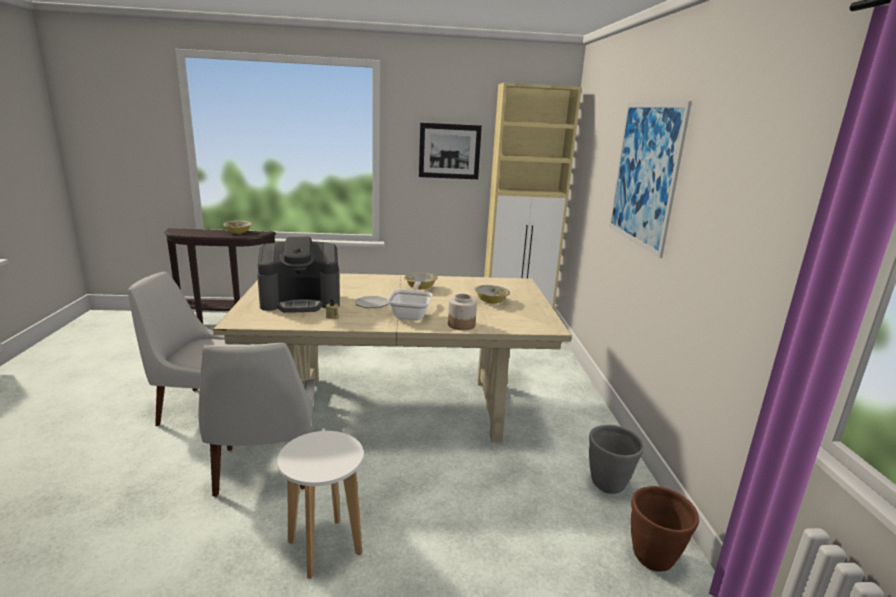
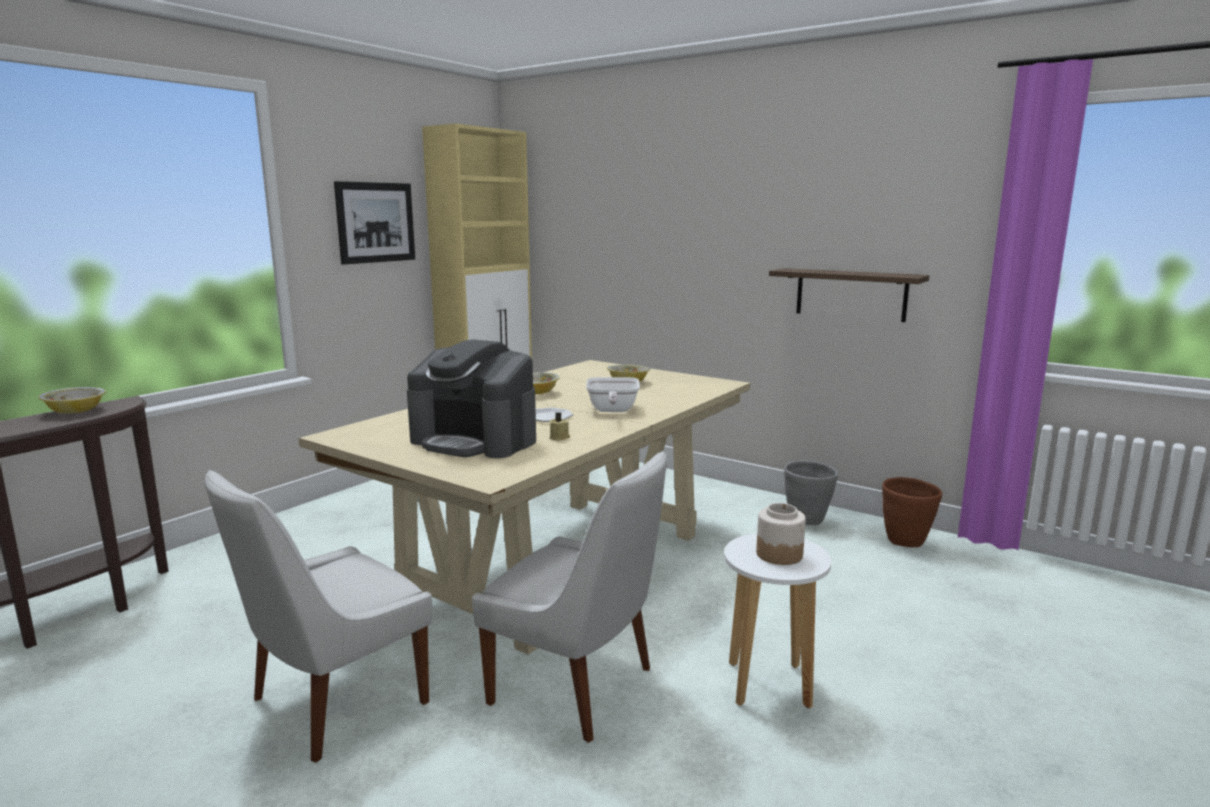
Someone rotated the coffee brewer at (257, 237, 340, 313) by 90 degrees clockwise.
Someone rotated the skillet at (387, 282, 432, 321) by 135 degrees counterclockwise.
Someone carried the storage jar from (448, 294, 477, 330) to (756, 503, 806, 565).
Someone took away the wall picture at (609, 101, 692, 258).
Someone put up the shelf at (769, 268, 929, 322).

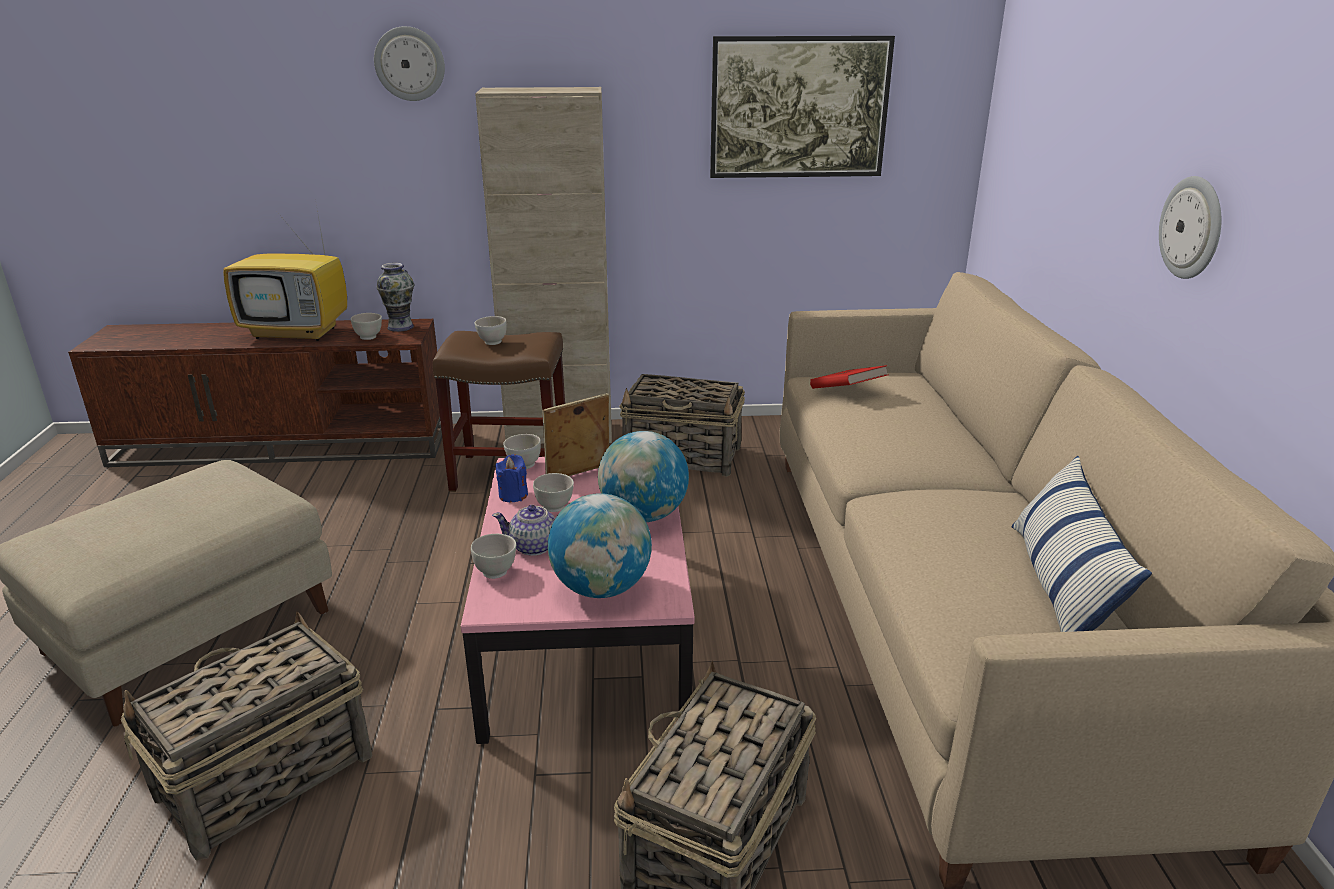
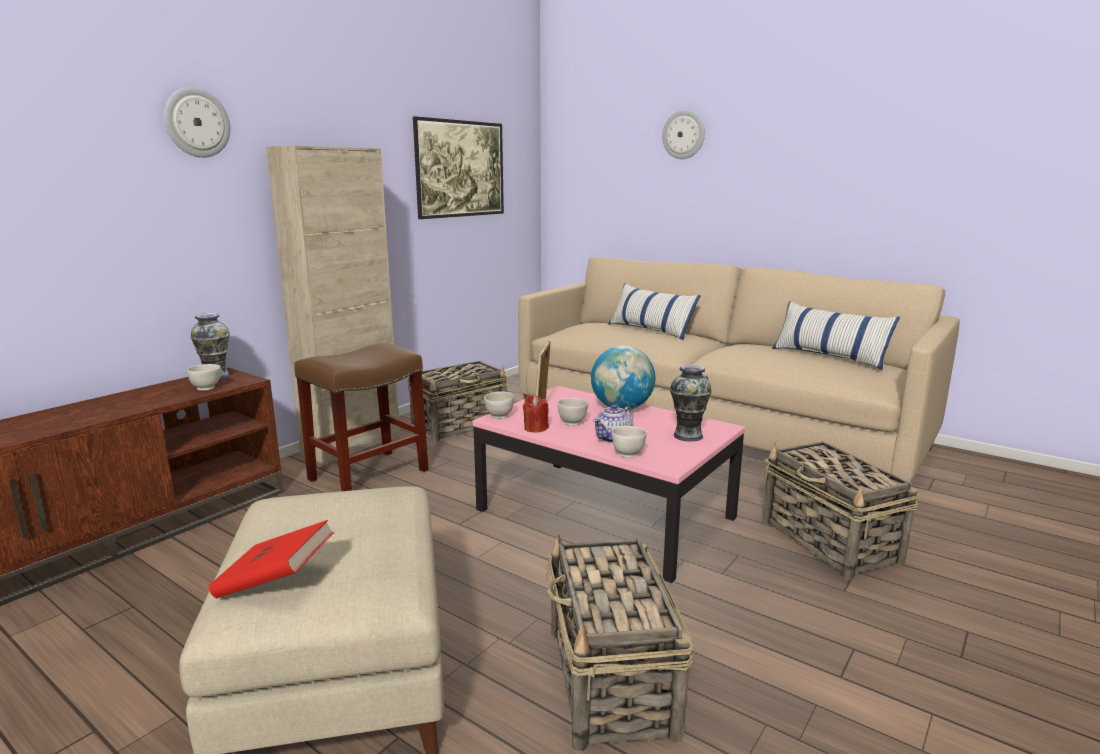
Someone took away the TV set at (223, 205, 347, 341).
Someone took away the serving bowl (white-coloured) at (475, 316, 507, 345).
Someone repainted the wax light (bluish) at (495, 454, 528, 502), which became the wax light (red-coloured) at (523, 395, 549, 433).
Someone swapped the world globe at (548, 493, 652, 598) for the flower vase at (670, 364, 712, 442).
Someone carried the volume (red-coloured) from (810, 365, 889, 389) to (209, 520, 334, 598).
Someone carried the wall clock from (1159, 176, 1221, 279) to (662, 110, 705, 159).
Someone put down the cushion at (608, 283, 701, 340).

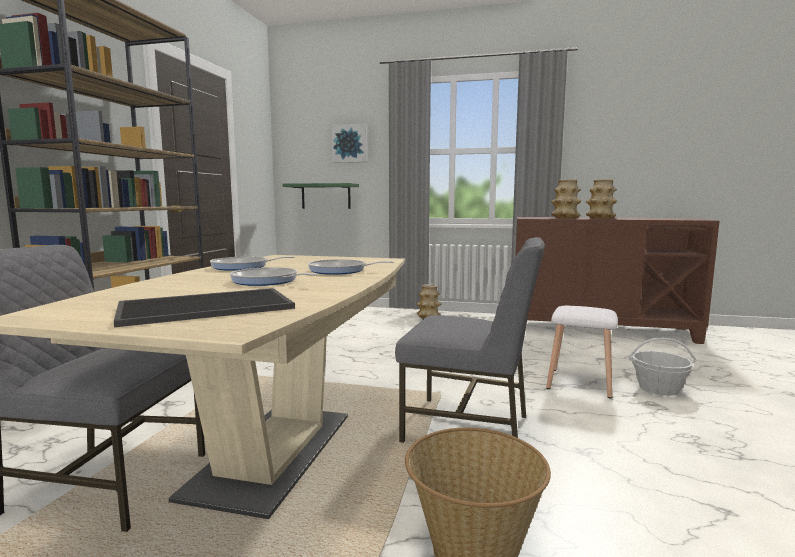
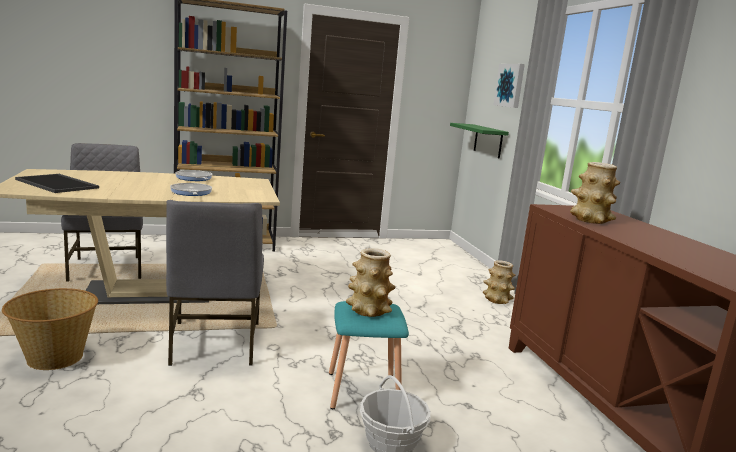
Someone took away the skillet at (230, 267, 318, 286).
Someone repainted the stool (white-coloured) at (546, 306, 618, 398), which became the stool (turquoise-coloured) at (329, 301, 409, 409).
Someone carried the flower vase from (586, 179, 617, 219) to (346, 248, 395, 317).

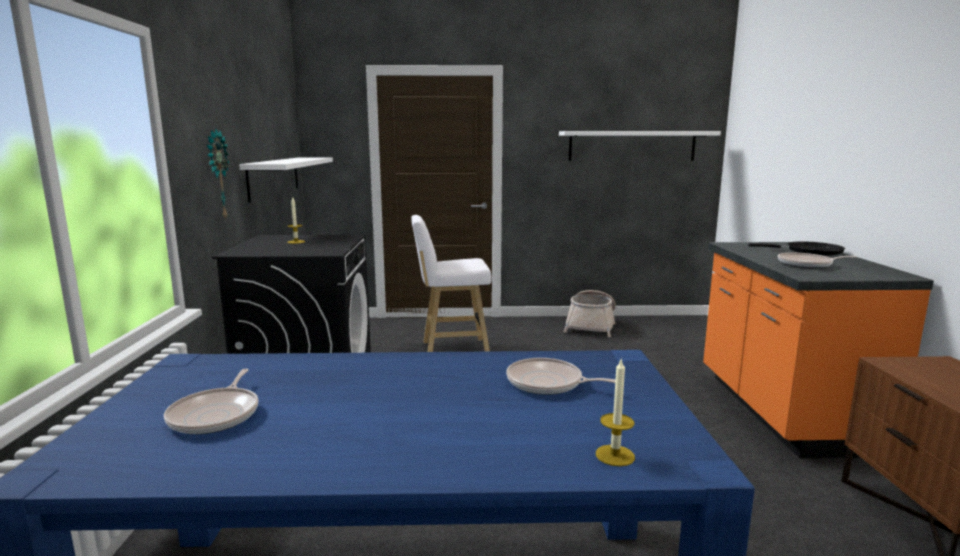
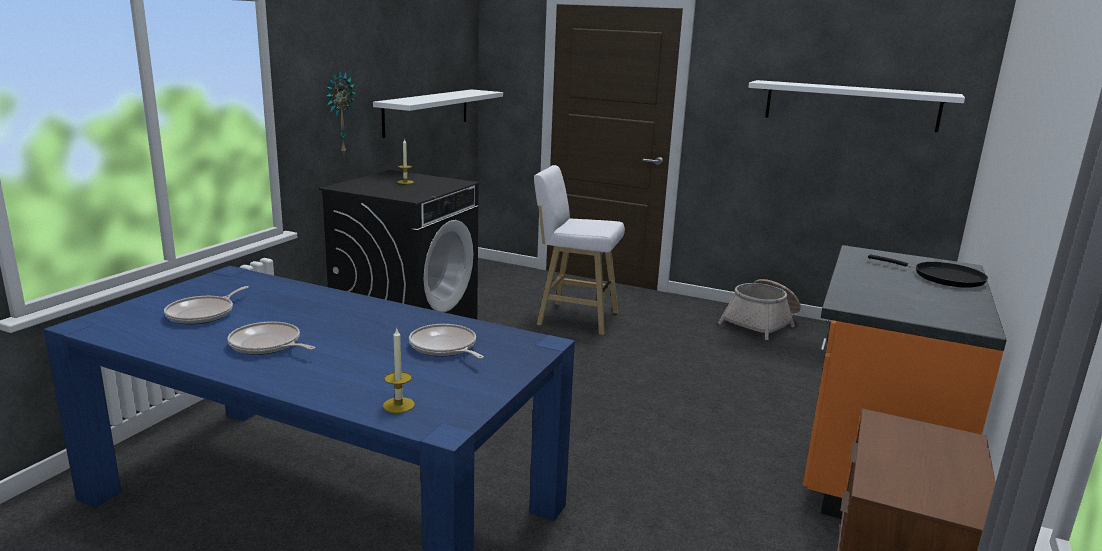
Someone carried the skillet from (778, 253, 857, 269) to (227, 321, 315, 355).

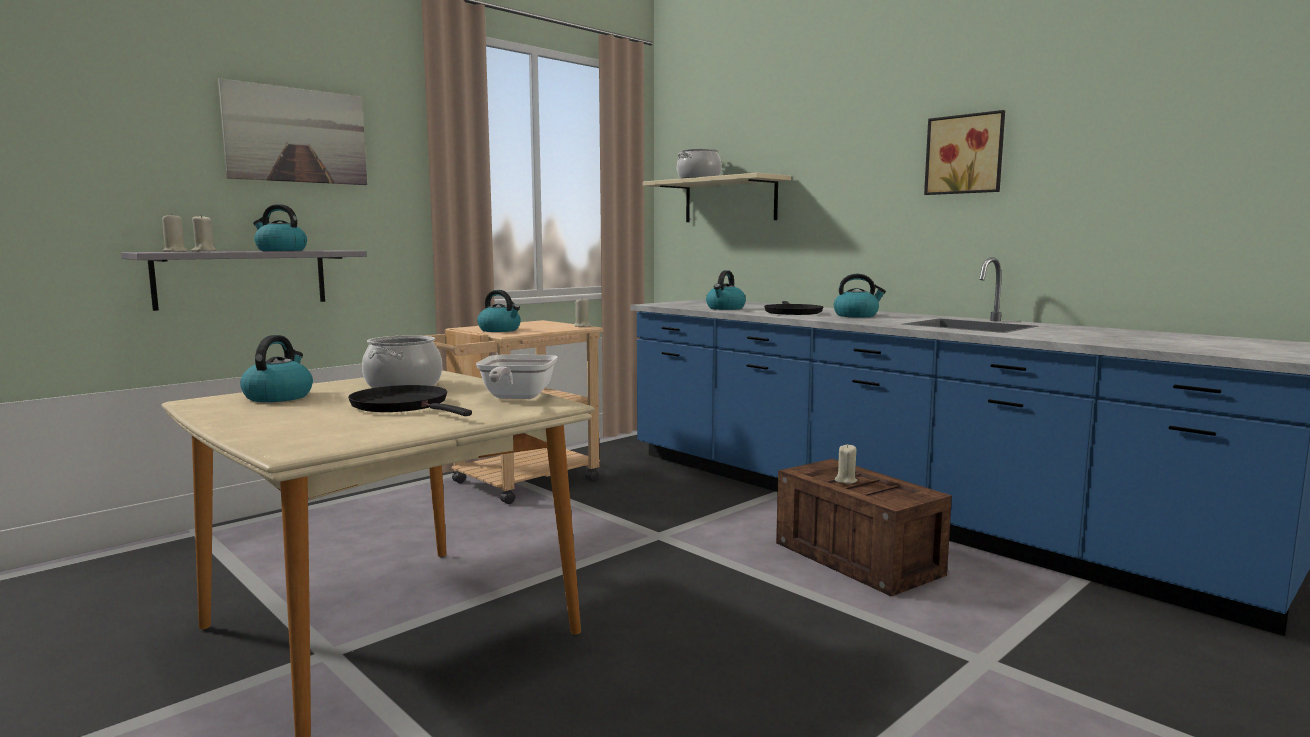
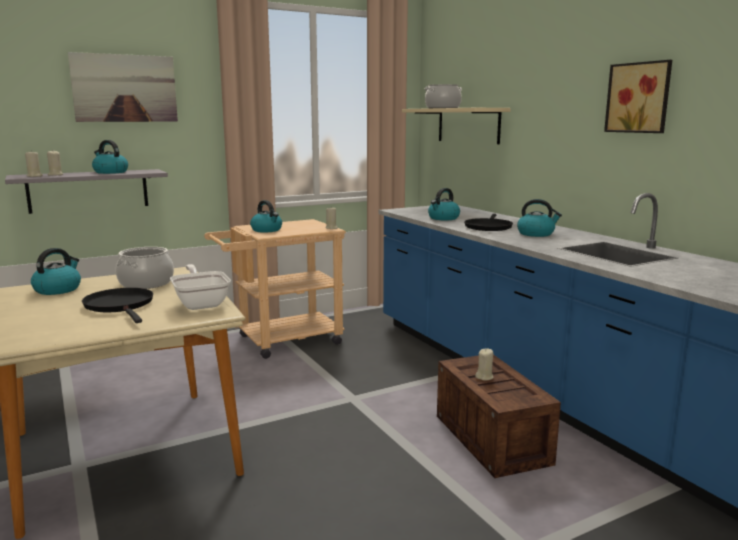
Someone rotated the skillet at (476, 354, 558, 399) by 135 degrees clockwise.

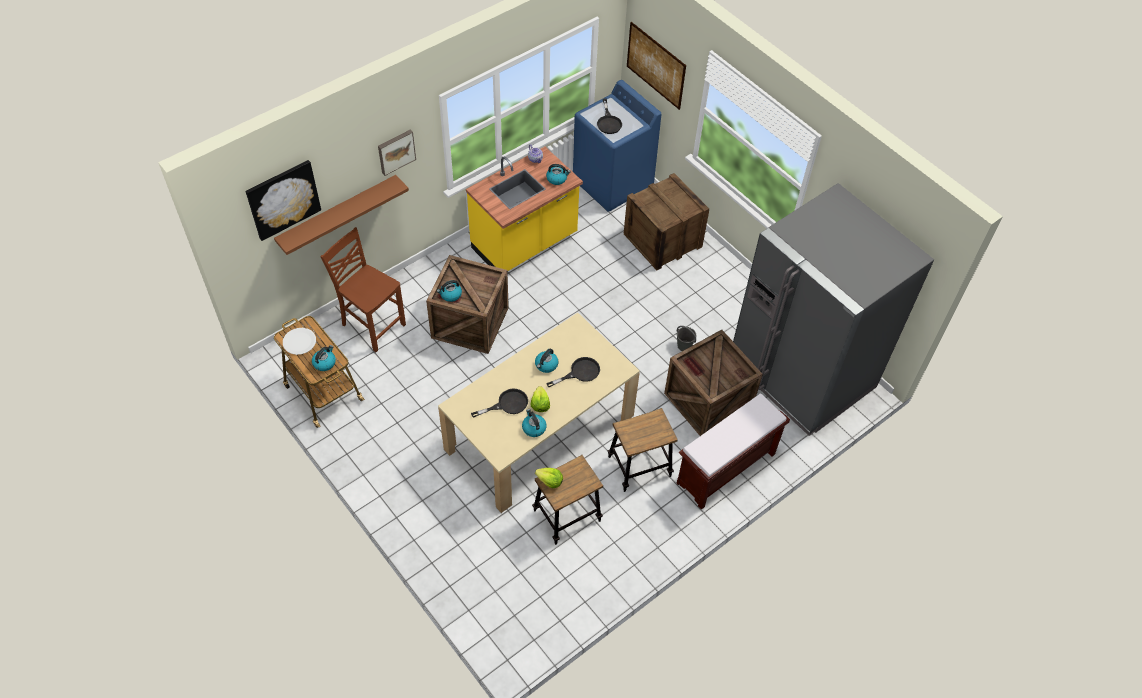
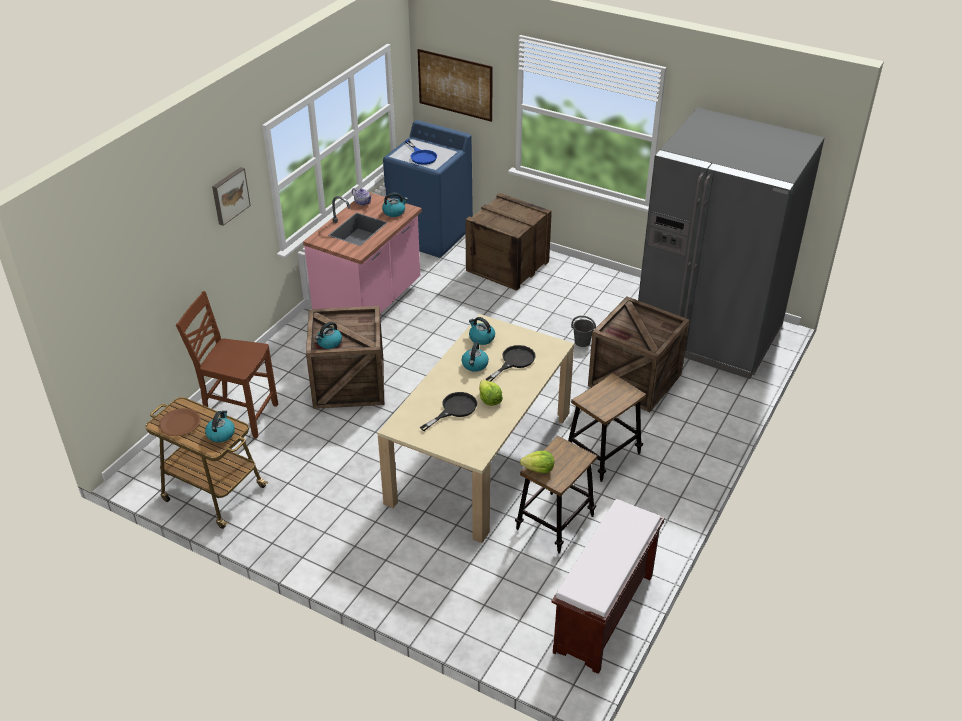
Someone took away the wall picture at (245, 160, 321, 241).
Someone took away the shelf (brown-coloured) at (274, 175, 409, 255).
Someone repainted the flat dish (white-coloured) at (283, 328, 316, 355), which became the flat dish (brown-coloured) at (159, 408, 201, 436).
Someone repainted the counter (yellowish) at (466, 147, 583, 271), which became the counter (pinkish) at (303, 192, 422, 314).
Someone carried the kettle from (522, 409, 547, 437) to (469, 317, 495, 345).
Someone repainted the skillet (blackish) at (597, 99, 622, 134), which became the skillet (bluish) at (405, 140, 437, 165).
Someone carried the bench (brown-coloured) from (676, 394, 790, 510) to (551, 499, 665, 674).

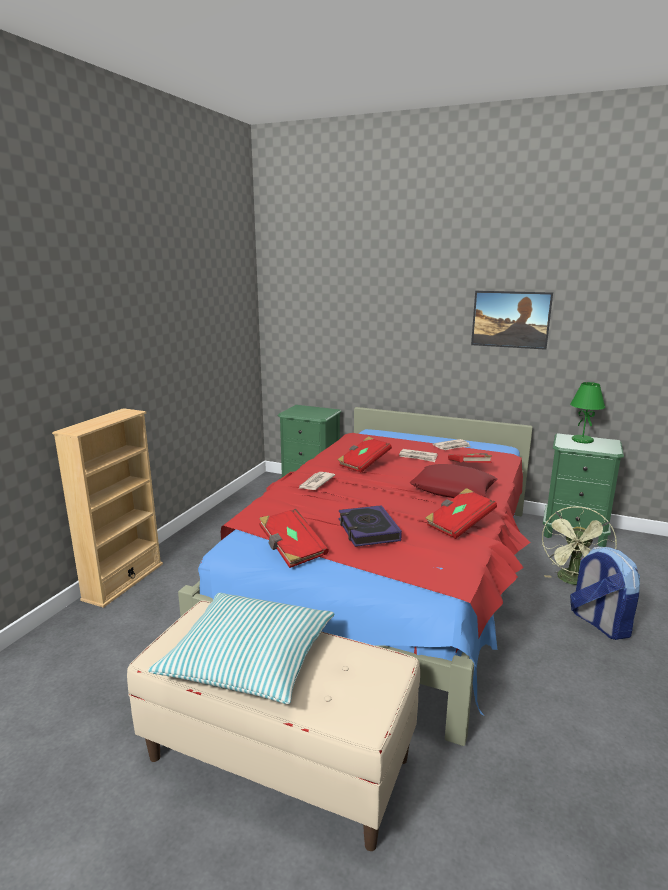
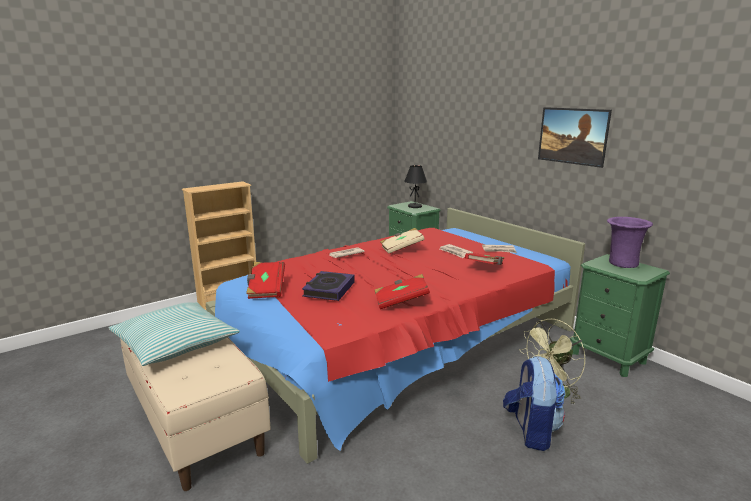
Someone repainted the volume (red-coloured) at (338, 436, 392, 472), which became the volume (sand-coloured) at (380, 228, 425, 254).
Someone took away the cushion (red-coloured) at (410, 464, 498, 498).
Someone swapped the table lamp (green) at (570, 382, 605, 443) for the flower vase (purple-coloured) at (607, 217, 653, 268).
Someone put down the table lamp (blackish) at (404, 165, 427, 208).

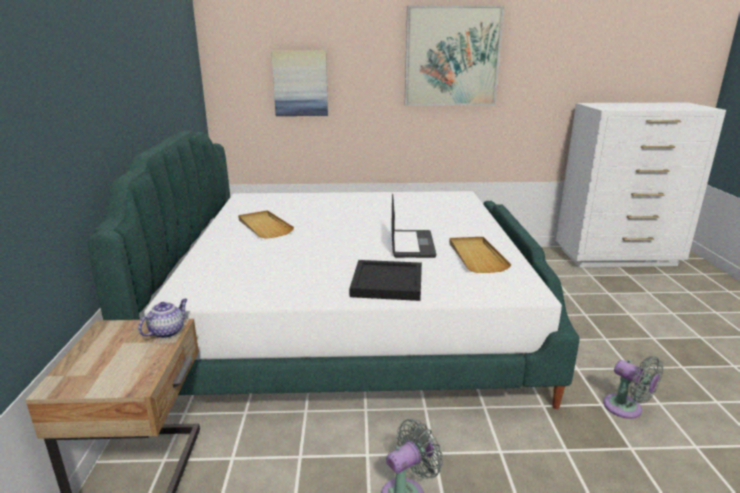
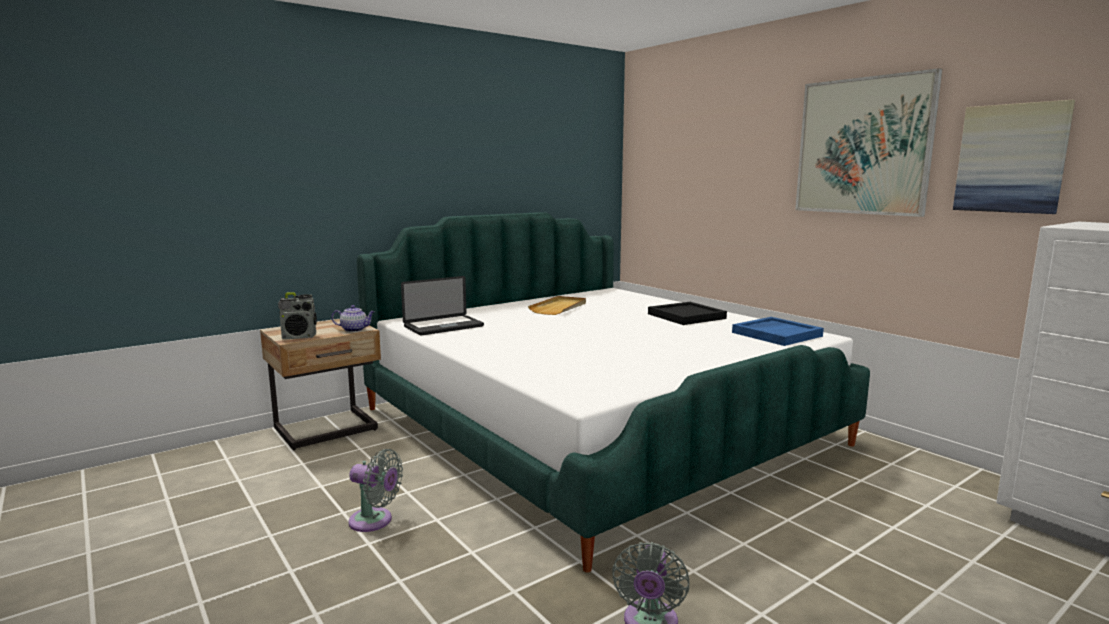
Someone carried the wall picture from (271, 51, 328, 116) to (953, 100, 1075, 214).
Someone carried the serving tray (blackish) from (350, 260, 422, 301) to (648, 302, 727, 325).
Someone carried the laptop from (391, 194, 436, 258) to (401, 276, 484, 335).
Someone took away the serving tray (sand-coloured) at (449, 237, 511, 273).
Someone put down the radio at (278, 292, 317, 339).
Someone put down the serving tray (bluish) at (732, 317, 824, 346).

